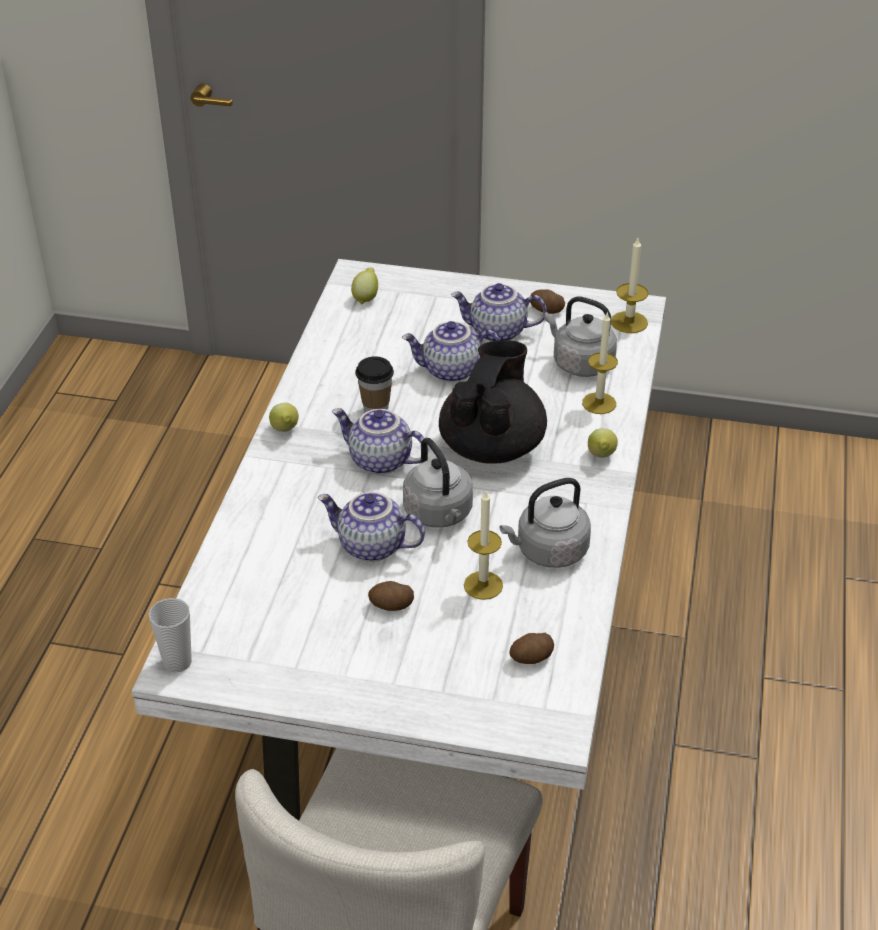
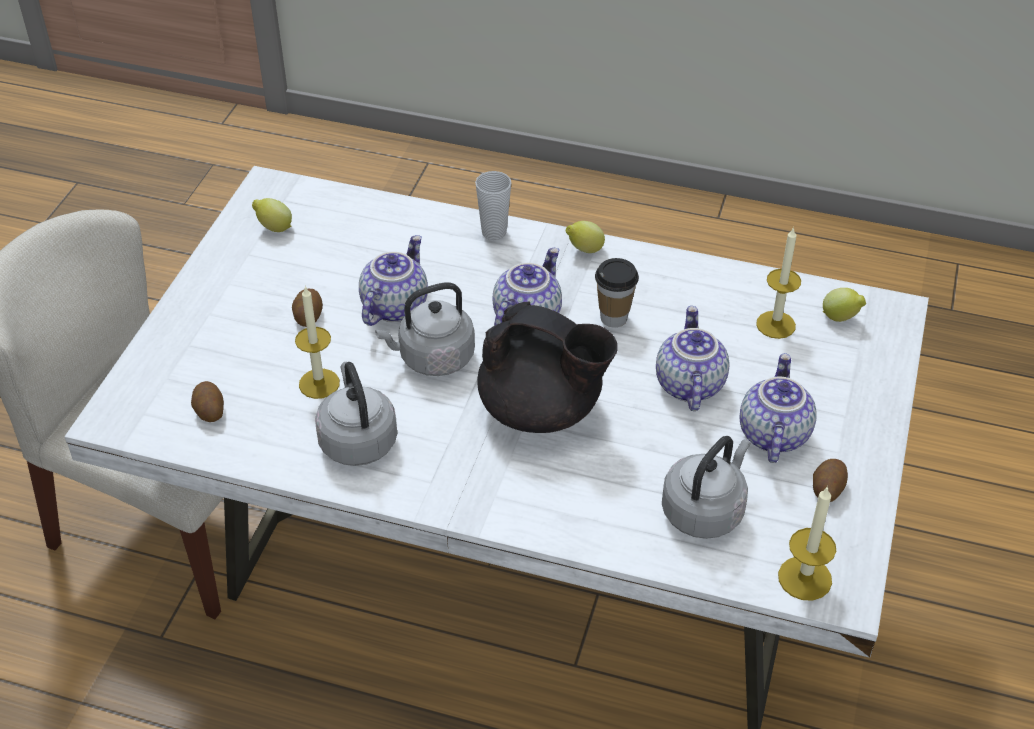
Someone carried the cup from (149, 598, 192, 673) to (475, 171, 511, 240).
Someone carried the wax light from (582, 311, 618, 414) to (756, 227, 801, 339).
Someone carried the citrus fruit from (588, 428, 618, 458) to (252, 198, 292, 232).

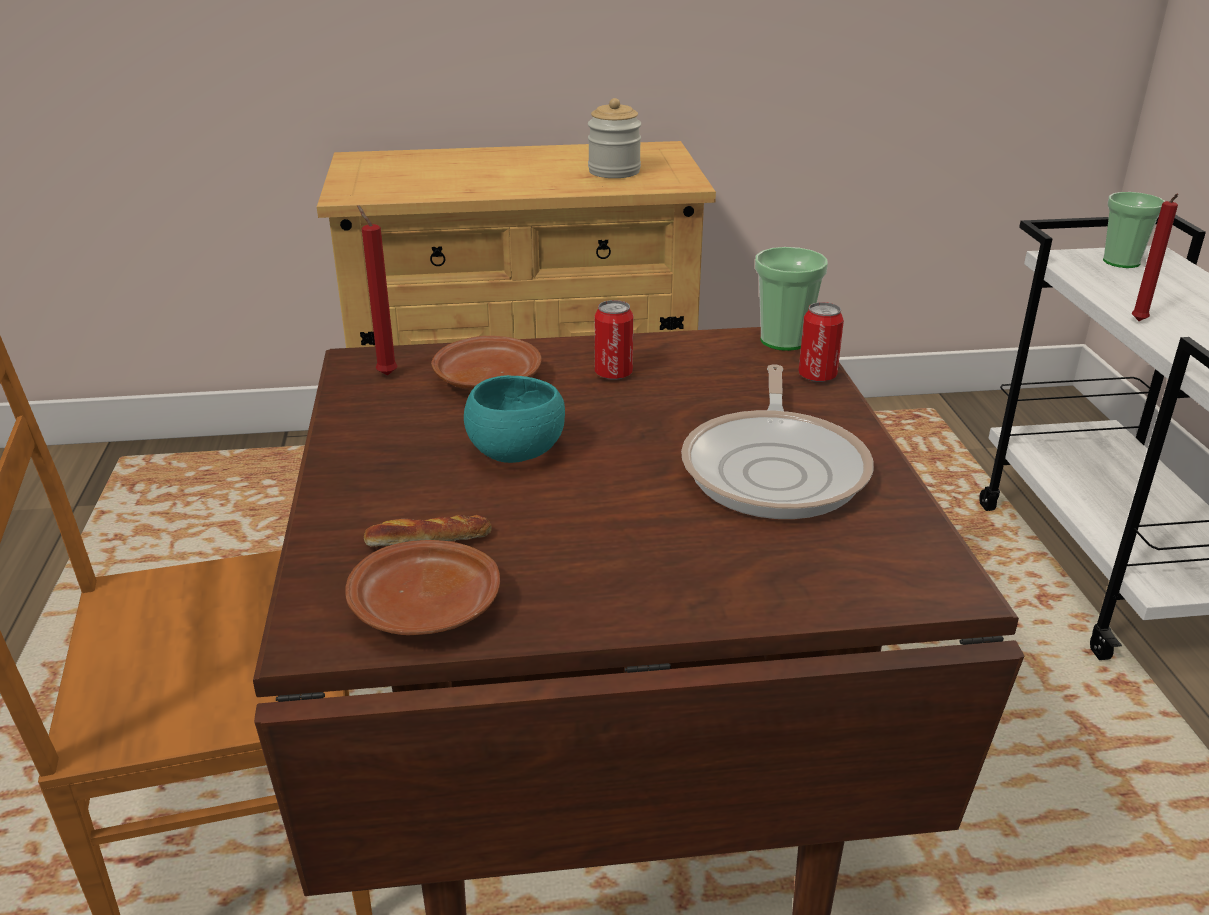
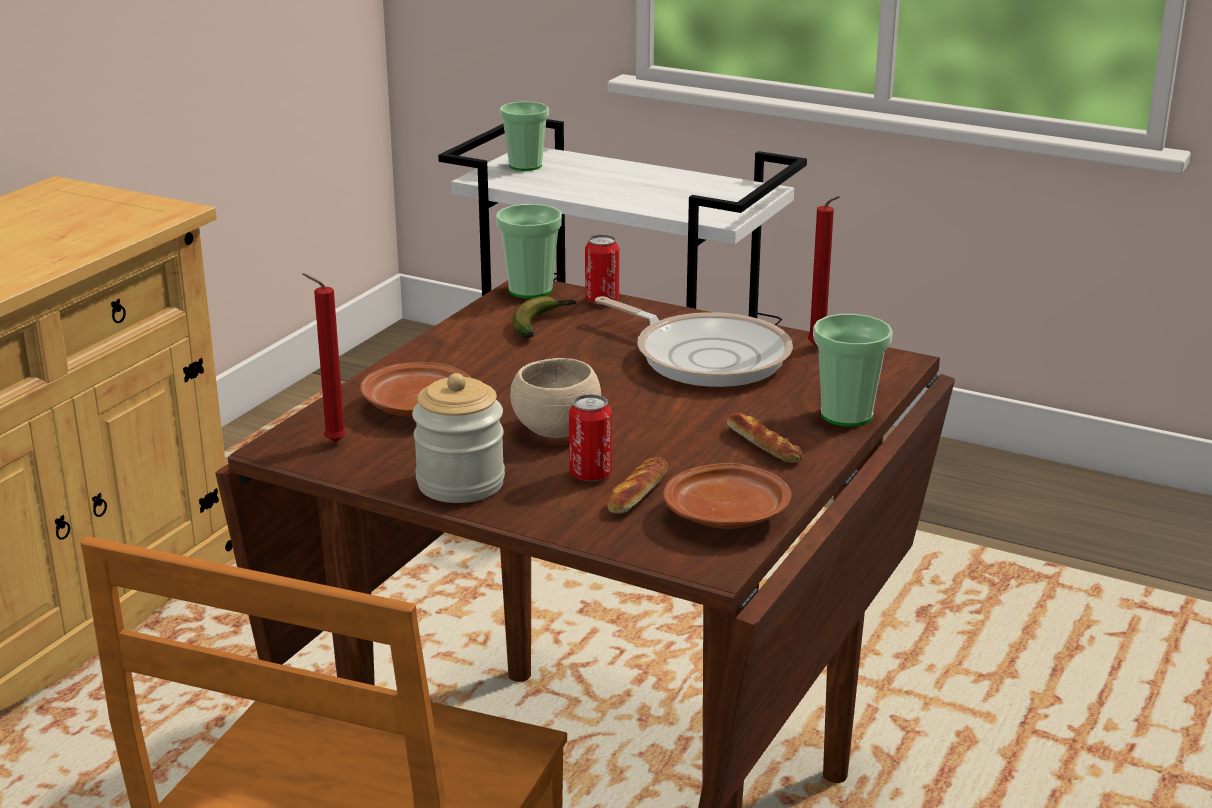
Someone repainted the serving bowl (turquoise-coloured) at (464, 375, 565, 463), which became the serving bowl (sand-coloured) at (510, 358, 601, 438).
Someone carried the storage jar from (588, 98, 641, 178) to (412, 373, 505, 503).
Someone carried the sealed can from (595, 300, 633, 380) to (569, 394, 612, 482).
Someone carried the wax light (red-coloured) from (1131, 194, 1178, 321) to (808, 196, 840, 347).
Someone put down the banana at (512, 296, 576, 338).
Someone put down the bakery bread at (727, 413, 803, 463).
Someone put down the cup at (813, 314, 893, 427).

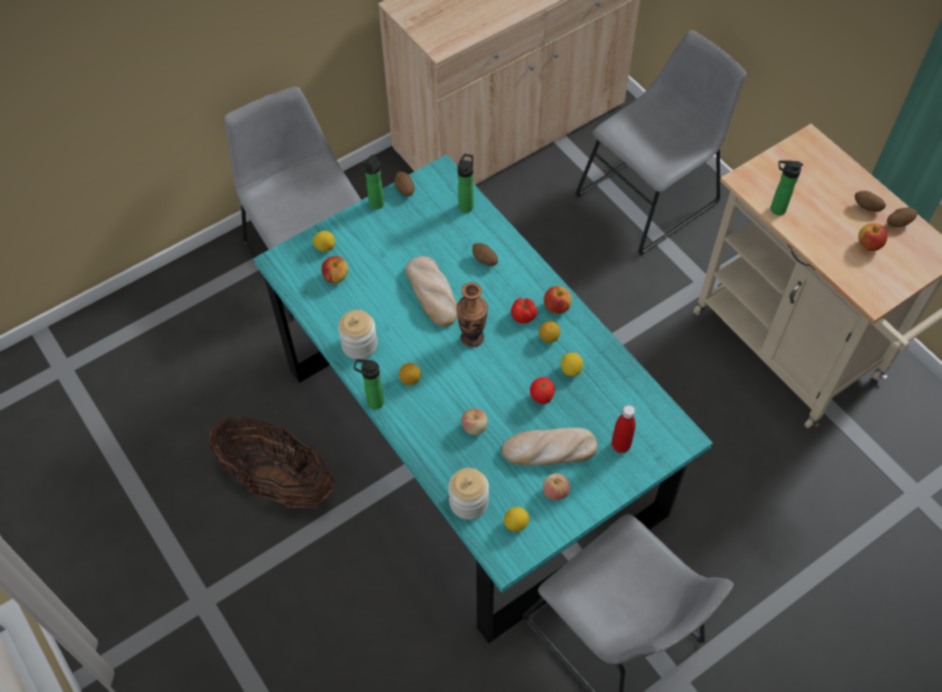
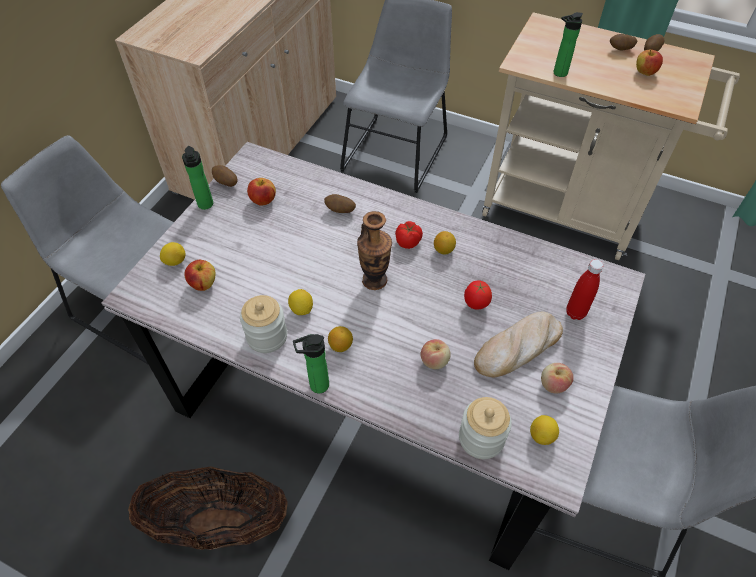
Someone repainted the dinner table (turquoise-coloured) at (253, 154, 713, 643), which became the dinner table (gray) at (101, 142, 645, 570).
Someone took away the bakery bread at (406, 256, 457, 327).
Someone took away the beverage bottle at (458, 154, 474, 213).
Someone carried the apple from (544, 286, 572, 314) to (247, 178, 276, 206).
Someone carried the citrus fruit from (561, 353, 583, 377) to (288, 289, 313, 315).

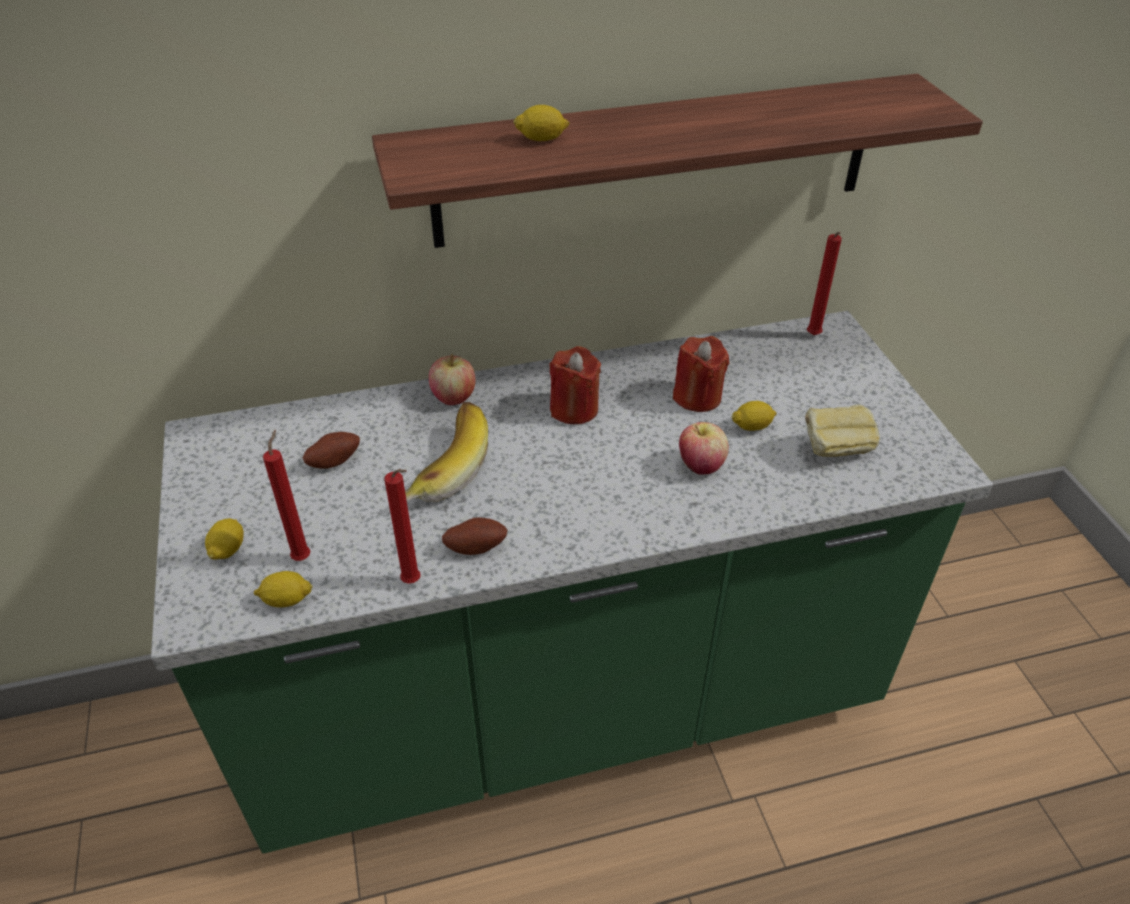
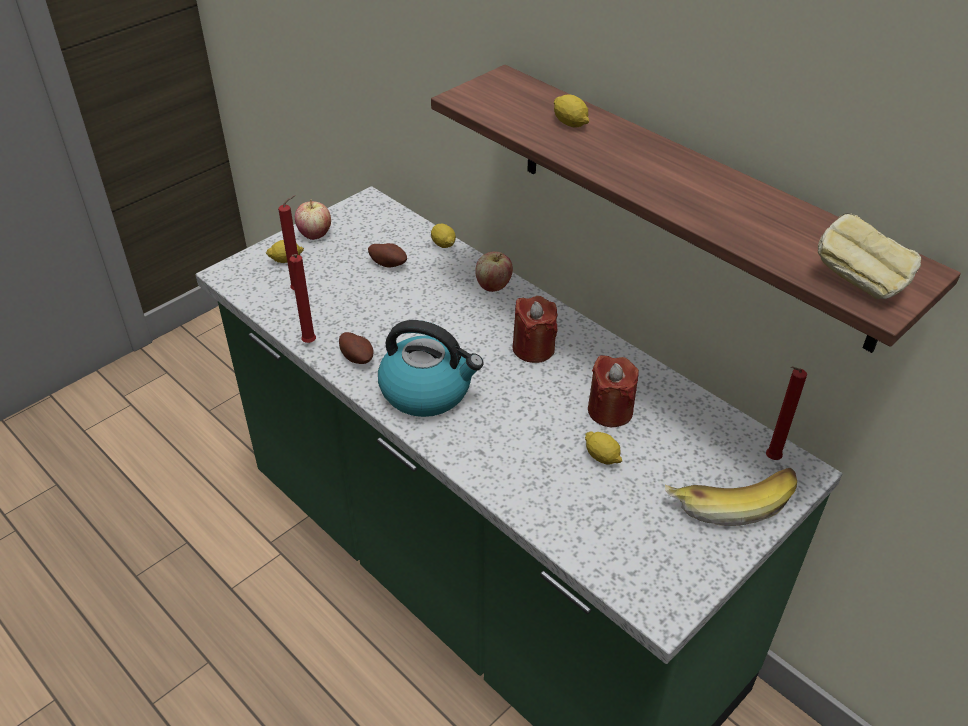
Someone carried the citrus fruit from (254, 571, 313, 608) to (431, 223, 456, 248).
Someone carried the banana from (405, 402, 488, 502) to (665, 468, 797, 526).
Someone carried the apple from (679, 422, 729, 475) to (295, 200, 331, 240).
Someone carried the bakery bread from (805, 404, 880, 457) to (818, 213, 921, 299).
Someone put down the kettle at (378, 320, 484, 417).

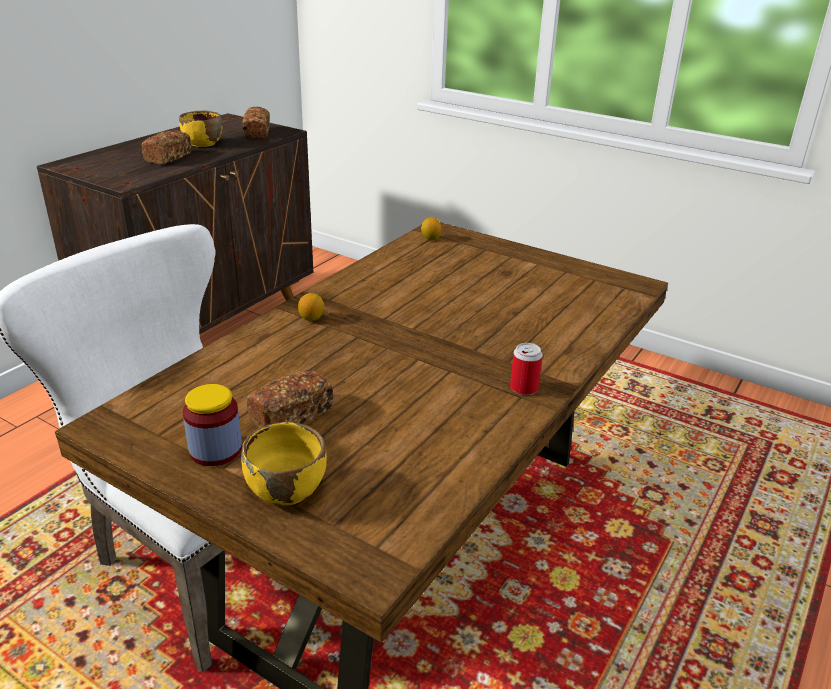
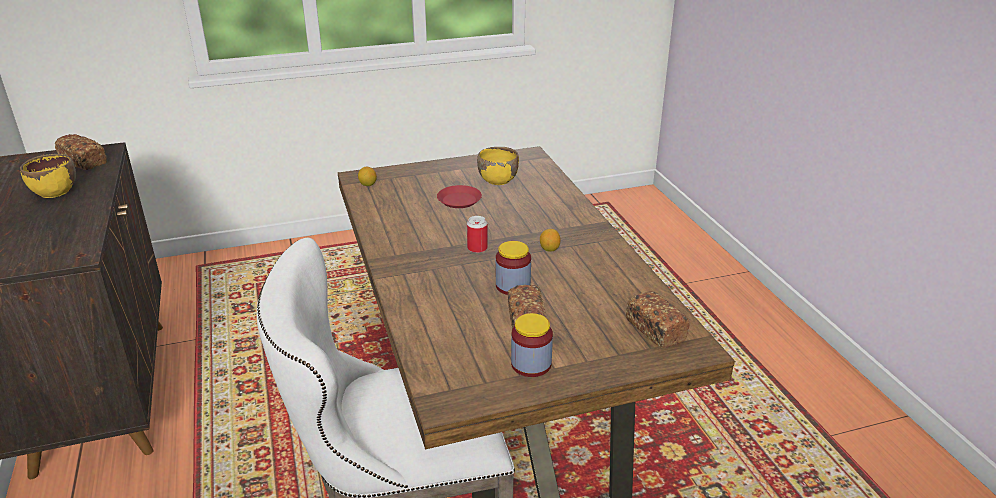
Someone carried the bakery bread from (141, 130, 191, 165) to (626, 291, 690, 348).
Someone carried the serving bowl (yellowish) from (241, 422, 327, 505) to (477, 147, 519, 185).
Someone carried the citrus fruit from (298, 293, 324, 321) to (540, 229, 561, 252).
Someone carried the sealed can from (510, 343, 543, 395) to (467, 216, 488, 253).
Someone put down the flat dish (red-coloured) at (437, 185, 482, 208).
Someone put down the storage jar at (496, 241, 531, 295).

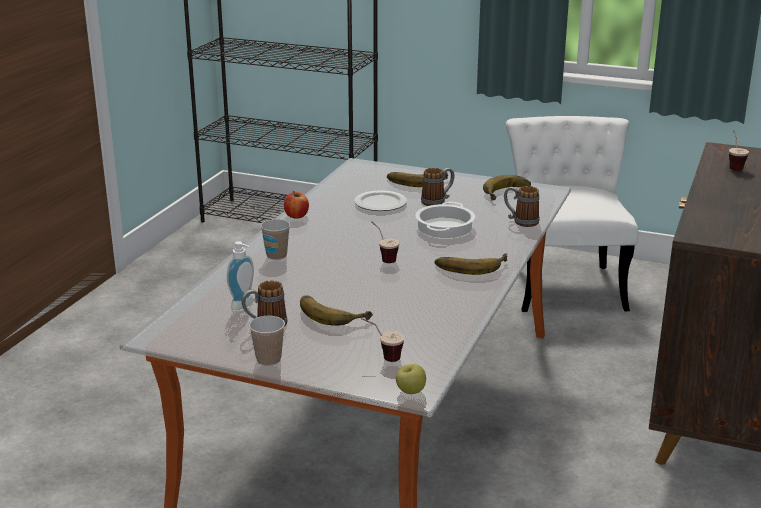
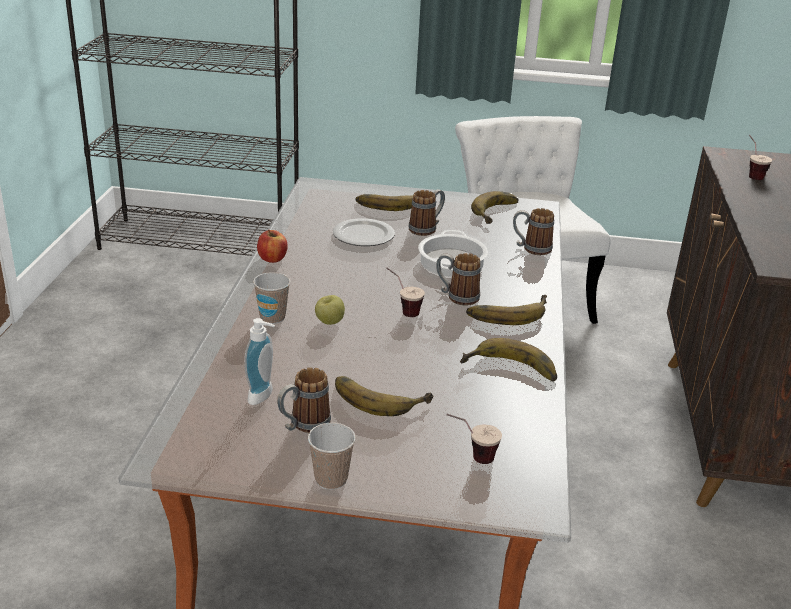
Someone carried the apple from (396, 364, 426, 394) to (315, 295, 345, 325).
Someone put down the coffee mug at (436, 253, 481, 306).
Someone put down the banana at (460, 338, 557, 381).

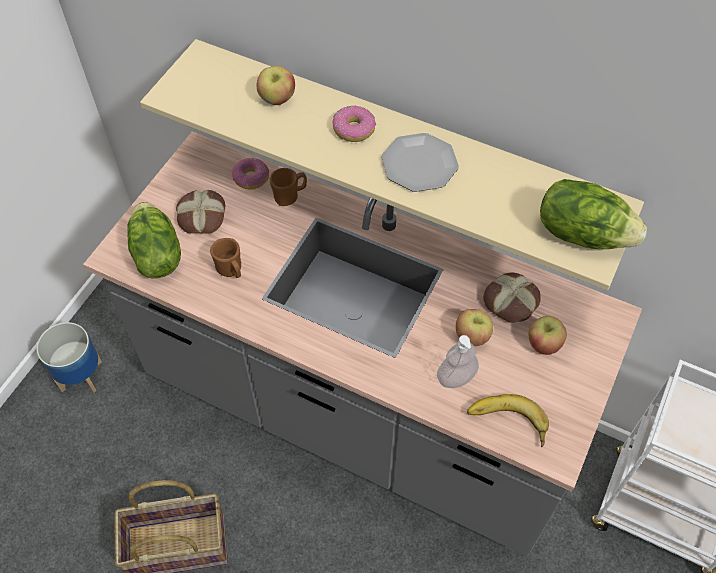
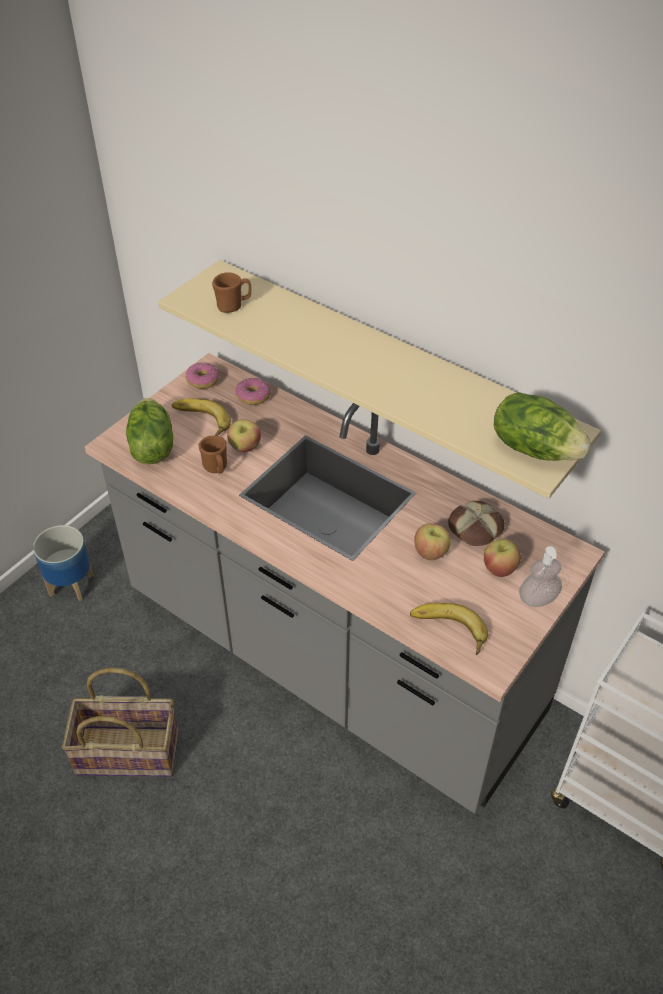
Someone swapped the bakery bread at (176, 190, 225, 234) for the banana at (172, 398, 231, 436).
Someone carried the apple from (257, 66, 295, 105) to (227, 420, 261, 452).
Someone carried the coffee mug (brown-coloured) from (270, 168, 307, 206) to (212, 273, 251, 313).
Someone carried the donut from (333, 106, 376, 142) to (186, 362, 219, 389).
Someone took away the flat dish at (381, 133, 459, 192).
Someone carried the soap dispenser from (437, 335, 479, 388) to (519, 546, 562, 607).

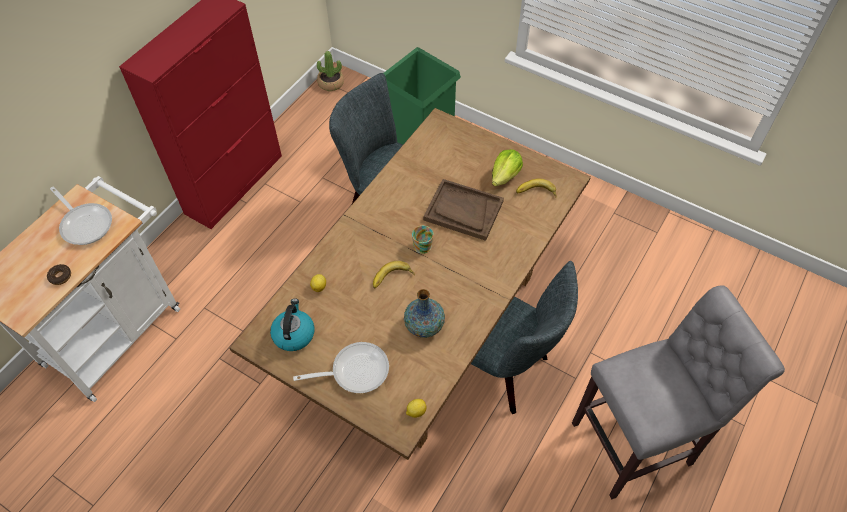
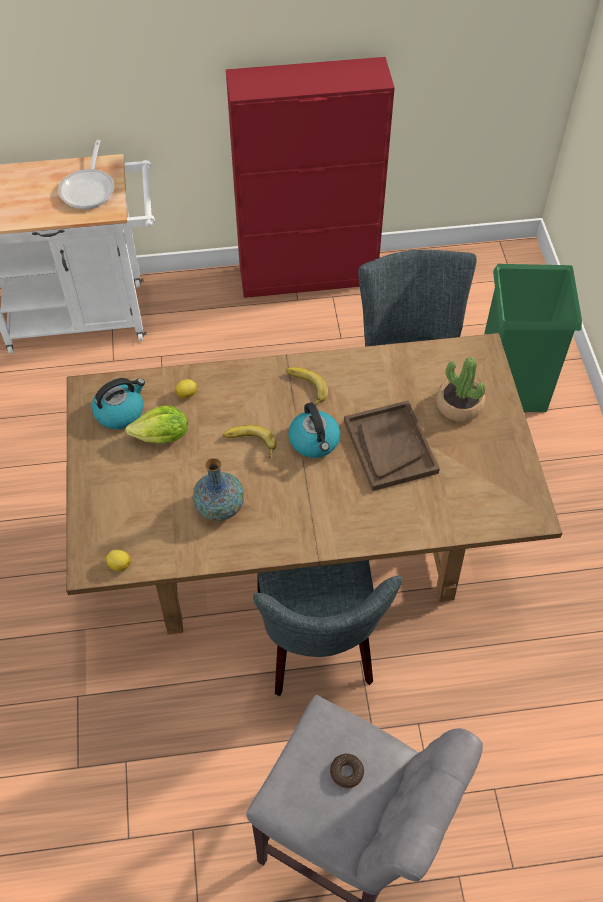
Someone carried the donut from (47, 264, 71, 285) to (330, 754, 364, 788).
Someone took away the skillet at (293, 342, 389, 393).
Someone carried the potted plant from (317, 51, 344, 91) to (436, 357, 485, 422).
Someone swapped the coffee mug at (412, 226, 434, 254) for the kettle at (288, 402, 340, 458).
Someone carried the lettuce head from (492, 149, 523, 186) to (125, 405, 188, 444).
Someone carried the banana from (516, 178, 557, 198) to (286, 367, 328, 405).

